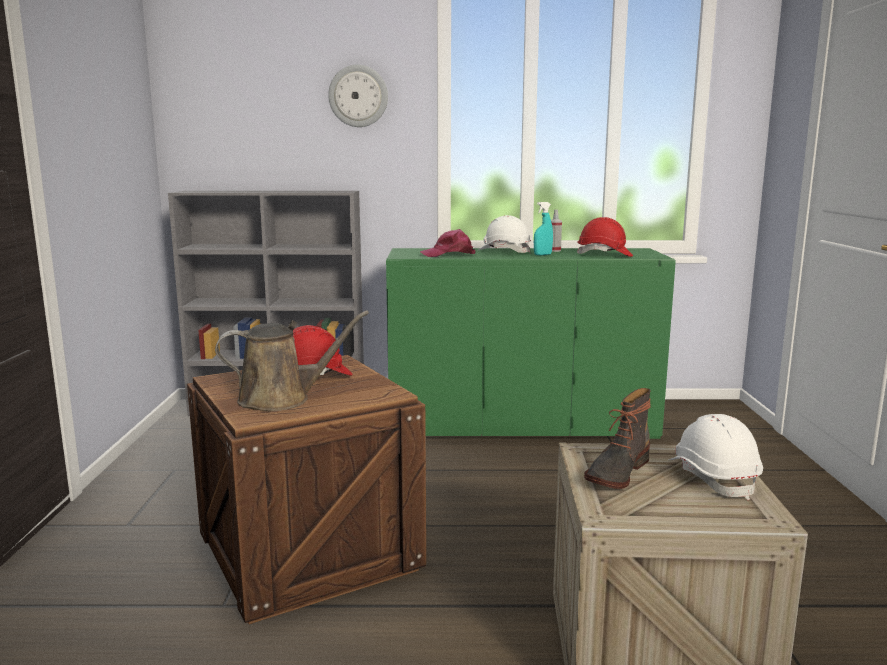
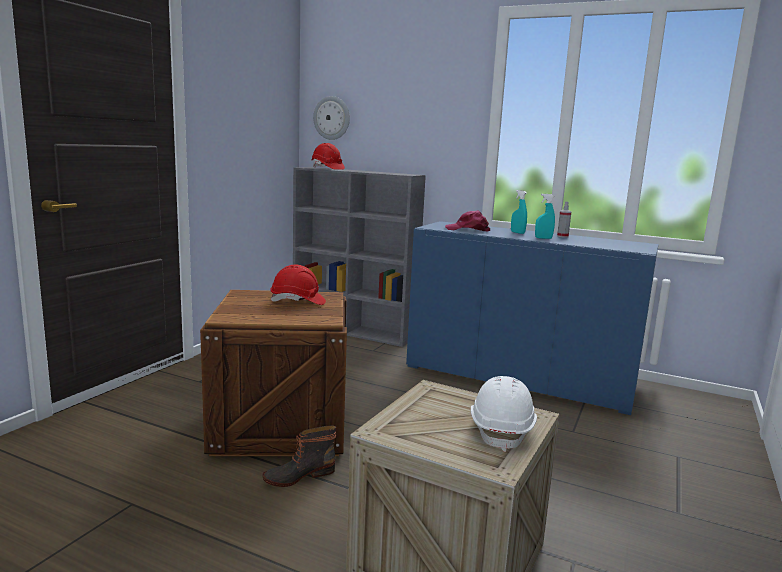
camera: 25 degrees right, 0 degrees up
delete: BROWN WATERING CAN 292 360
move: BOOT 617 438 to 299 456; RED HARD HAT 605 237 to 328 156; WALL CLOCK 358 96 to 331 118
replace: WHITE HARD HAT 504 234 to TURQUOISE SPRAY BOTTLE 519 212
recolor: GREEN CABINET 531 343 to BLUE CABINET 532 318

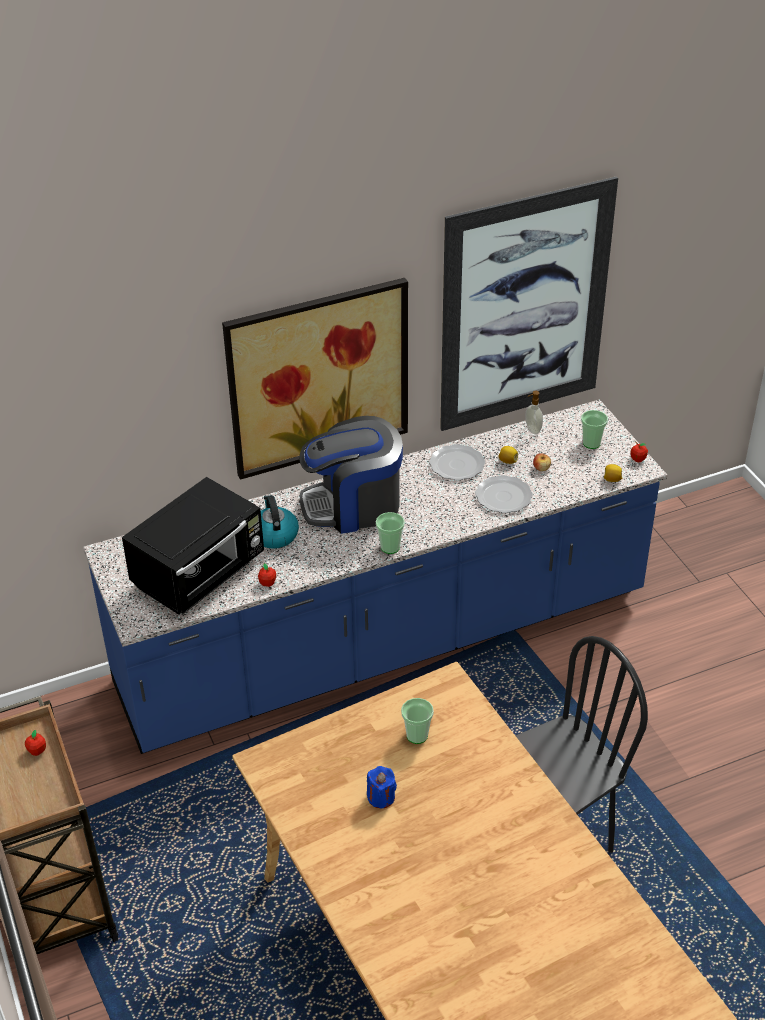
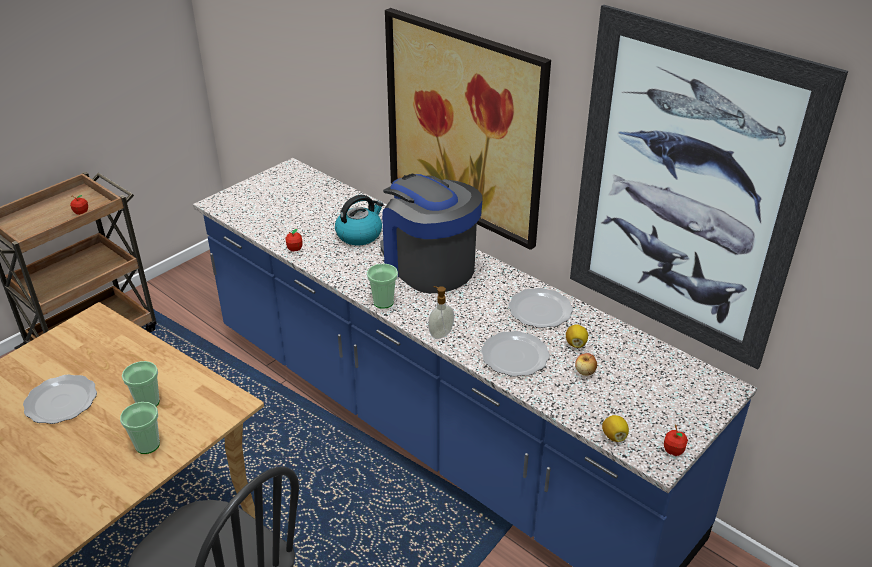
camera: 65 degrees right, 5 degrees down
delete: BLACK MICROWAVE 193 546
move: CUP 594 429 to 140 428; SOAP DISPENSER 534 412 to 441 312
replace: BLUE CANDLE 382 787 to PLATE 60 399

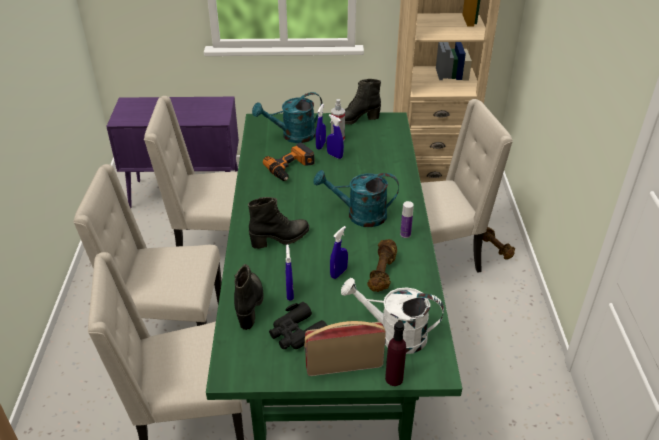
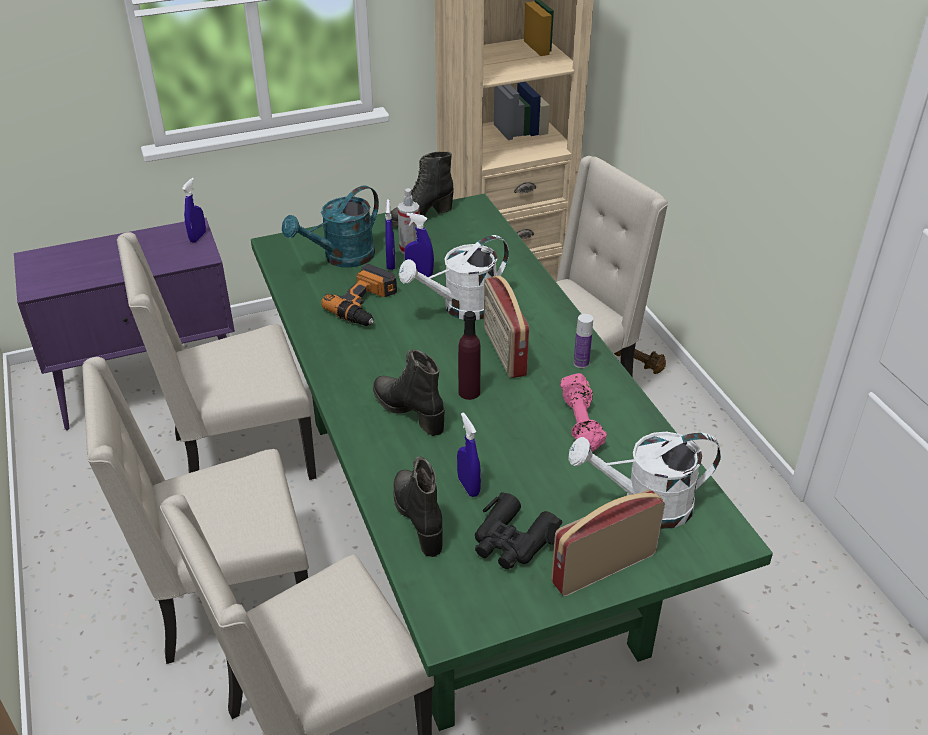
camera: 20 degrees left, 0 degrees up
insert: WHITE WATERING CAN 454 277
move: BLUE SPRAY BOTTLE 339 252 to 194 210; PURPLE BOTTLE 395 354 to 469 355
replace: TURQUOISE WATERING CAN 356 198 to RADIO 506 326
recolor: BROWN DUMBBELL 382 265 to PINK DUMBBELL 584 412
rotate: BLACK BOOT 278 223 = 408 392 90 degrees counterclockwise

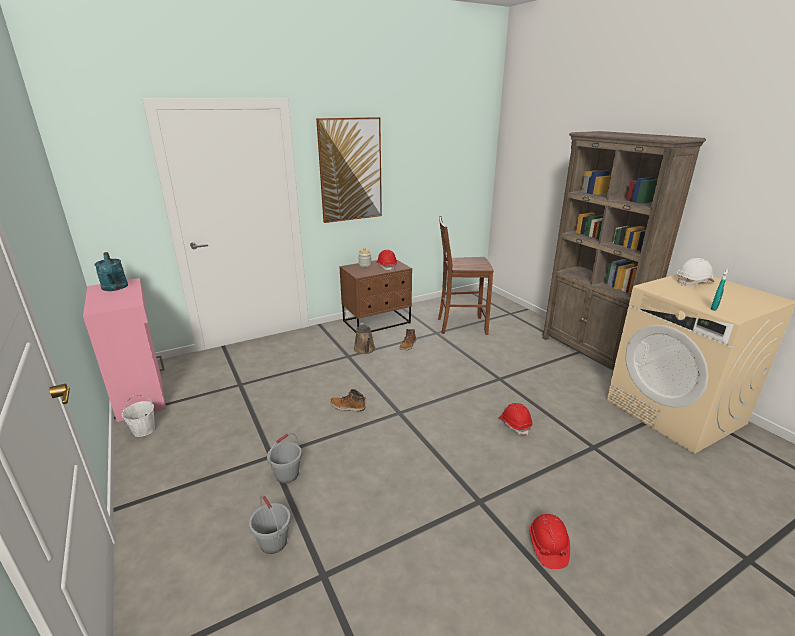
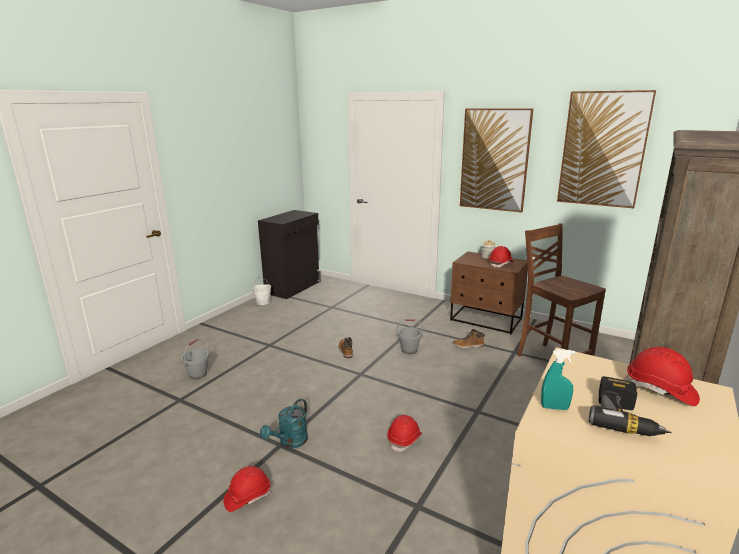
camera: 60 degrees right, 5 degrees down
delete: BROWN WATERING CAN 364 338
insert: PICTURE 606 149; POWER DRILL 630 406
move: TURQUOISE WATERING CAN 111 271 to 284 423; GREY BUCKET 284 458 to 410 336
recolor: PINK CABINET 124 350 to BLACK CABINET 289 254; WHITE HARD HAT 695 271 to RED HARD HAT 662 376

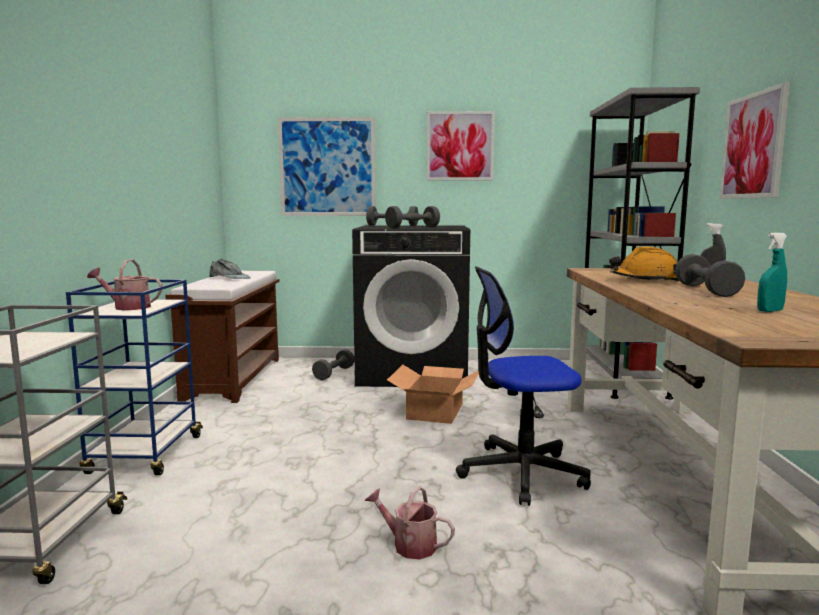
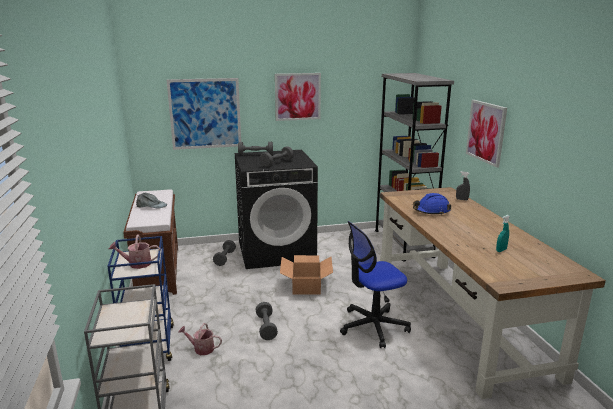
camera: 15 degrees left, 10 degrees up
move: WATERING CAN 410 522 to 200 339; GREY DUMBBELL 710 275 to 267 321
recolor: ORANGE HARD HAT 643 264 to BLUE HARD HAT 432 204

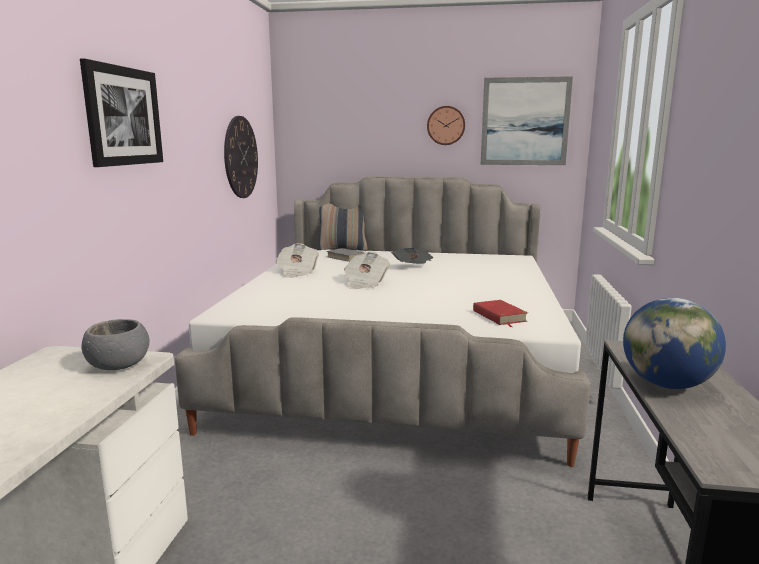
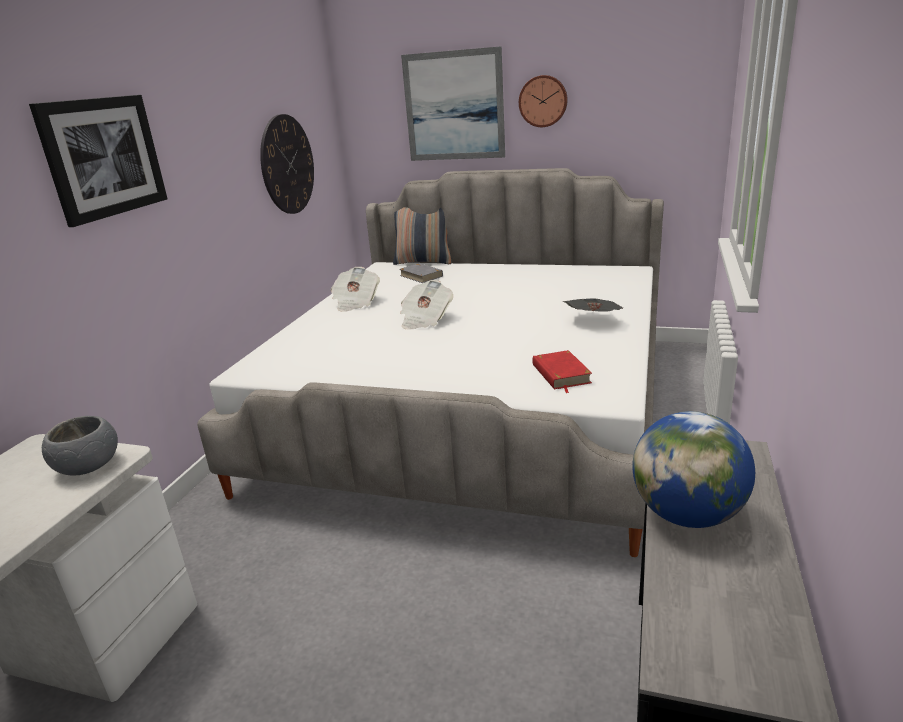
camera: 10 degrees right, 10 degrees up
move: PICTURE 527 120 to 453 103; NEWSPAPER 412 256 to 593 305

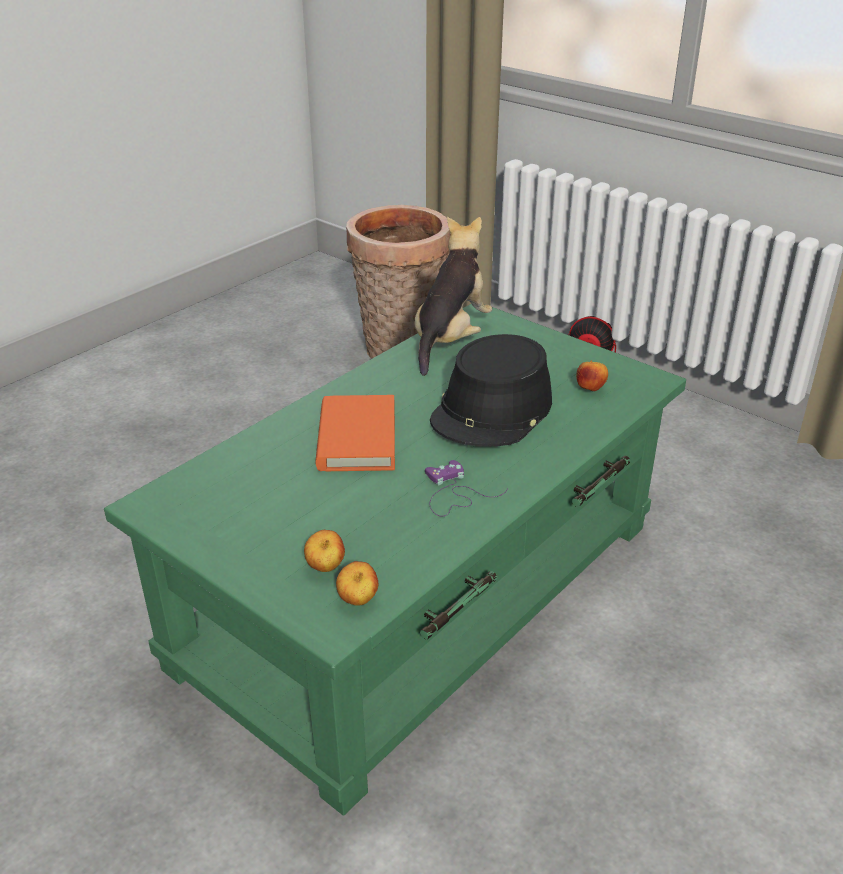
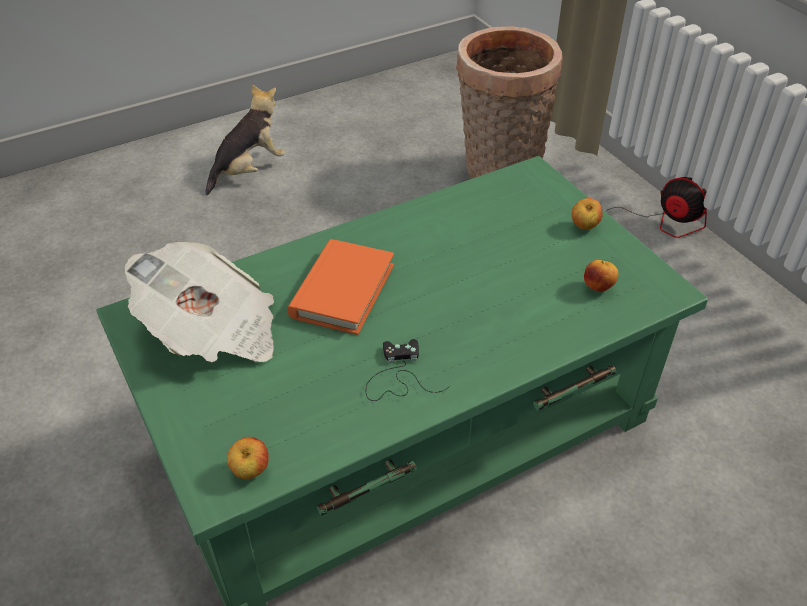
camera: 20 degrees right, 10 degrees up
delete: BLACK HAT 491 390
insert: NEWSPAPER 199 302
move: PLUSH TOY 453 296 to 245 139; APPLE 324 551 to 587 214
recolor: PURPLE GAME CONTROLLER 466 488 to BLACK GAME CONTROLLER 408 370

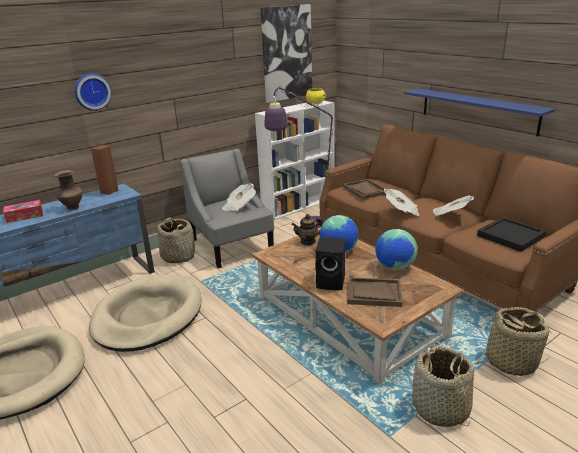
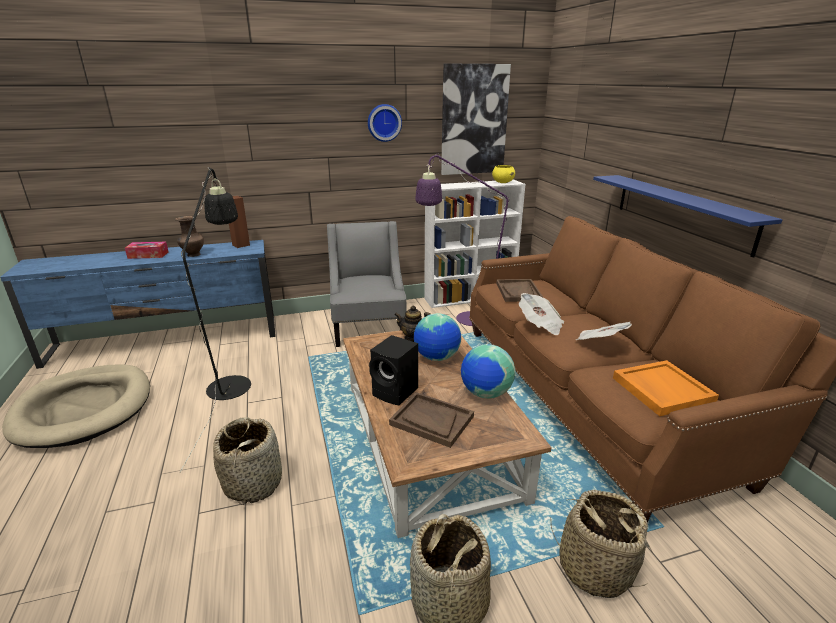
camera: 20 degrees right, 0 degrees up
delete: NEWSPAPER 239 197
move: BASKET 176 240 to 247 461; WALL CLOCK 92 92 to 385 123
replace: BEIGE DOG BED 145 313 to BLACK FLOOR LAMP 215 320
recolor: BLACK TRAY 512 234 to ORANGE TRAY 666 388

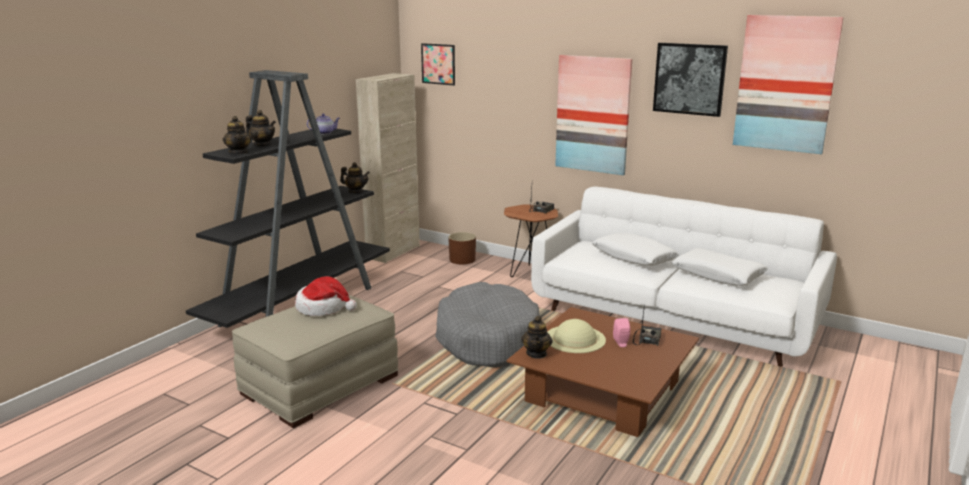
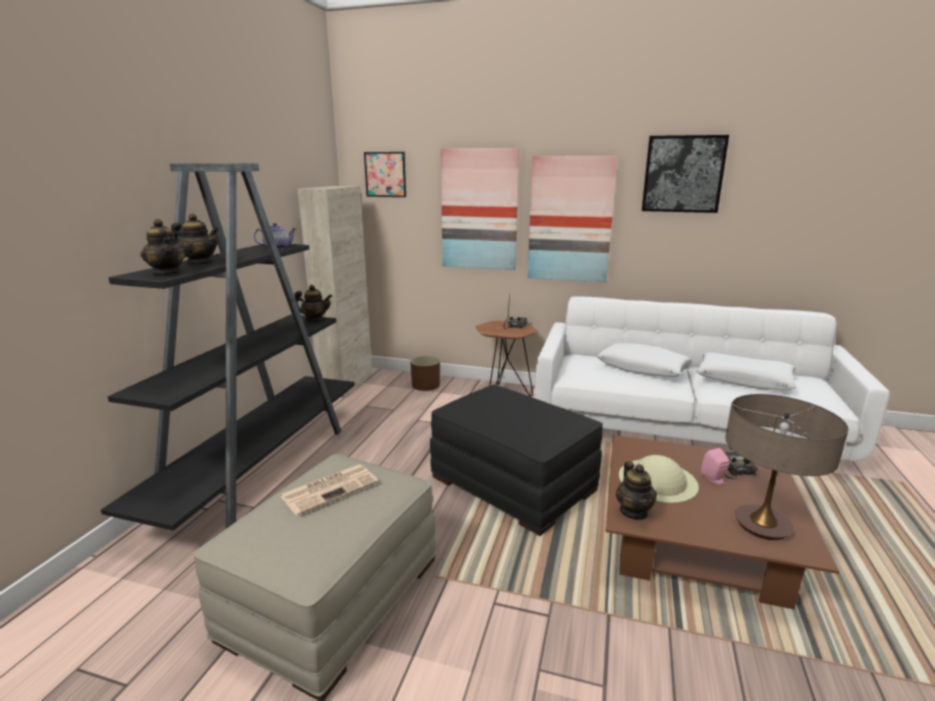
camera: 15 degrees left, 0 degrees up
insert: TABLE LAMP 786 467
move: PICTURE 788 84 to 480 209
replace: HAT 326 296 to NEWSPAPER 328 490; GREY DOG BED 487 325 to BLACK OTTOMAN 516 460

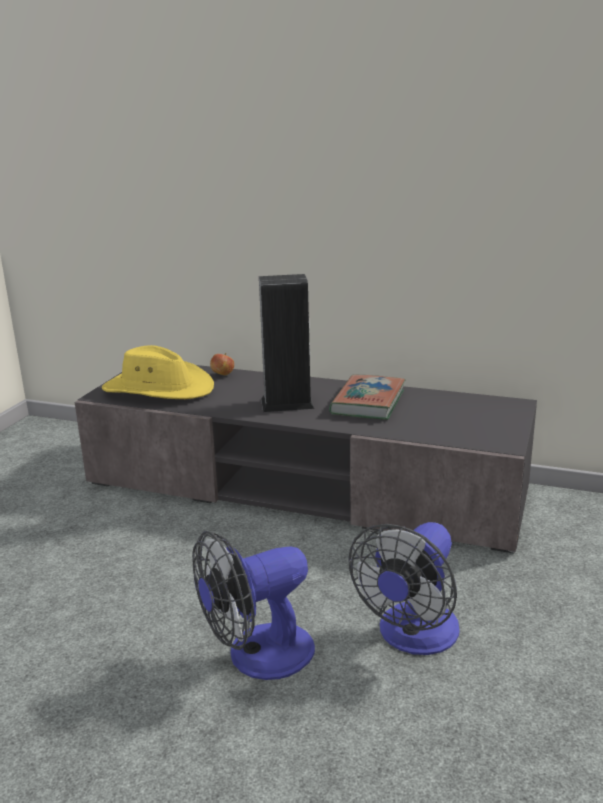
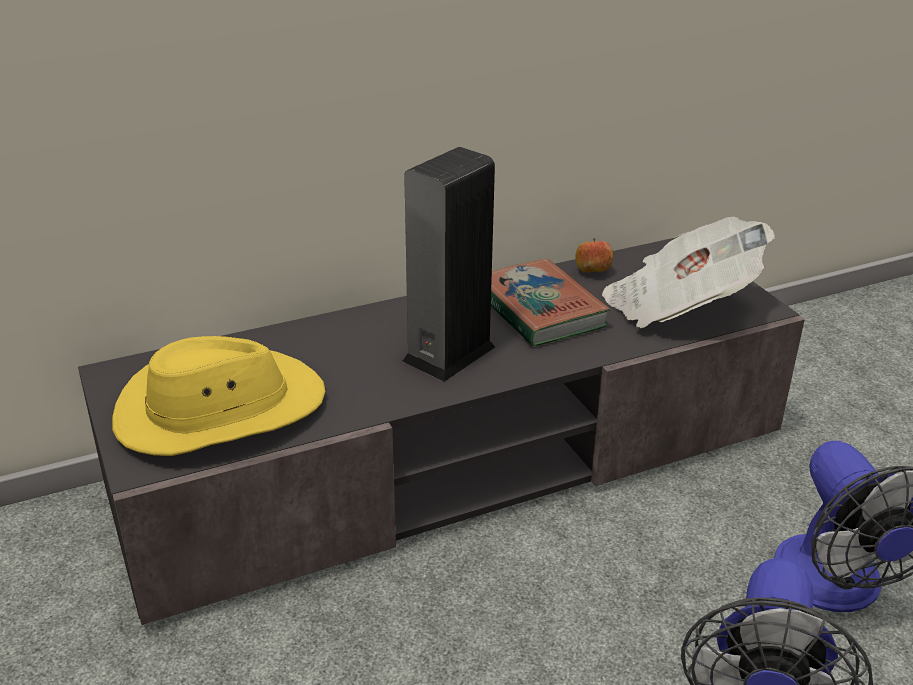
camera: 45 degrees left, 10 degrees up
insert: NEWSPAPER 688 272
move: APPLE 222 364 to 594 255

